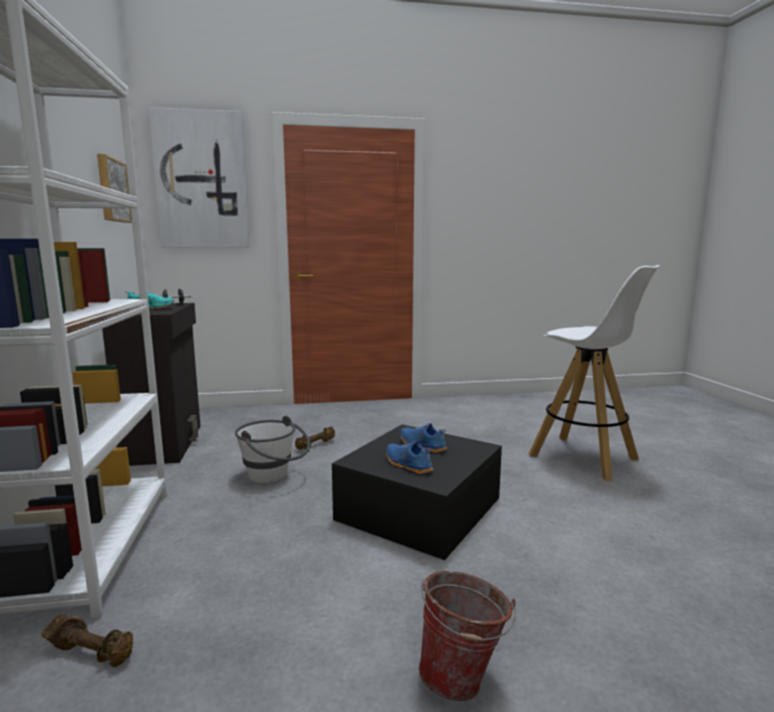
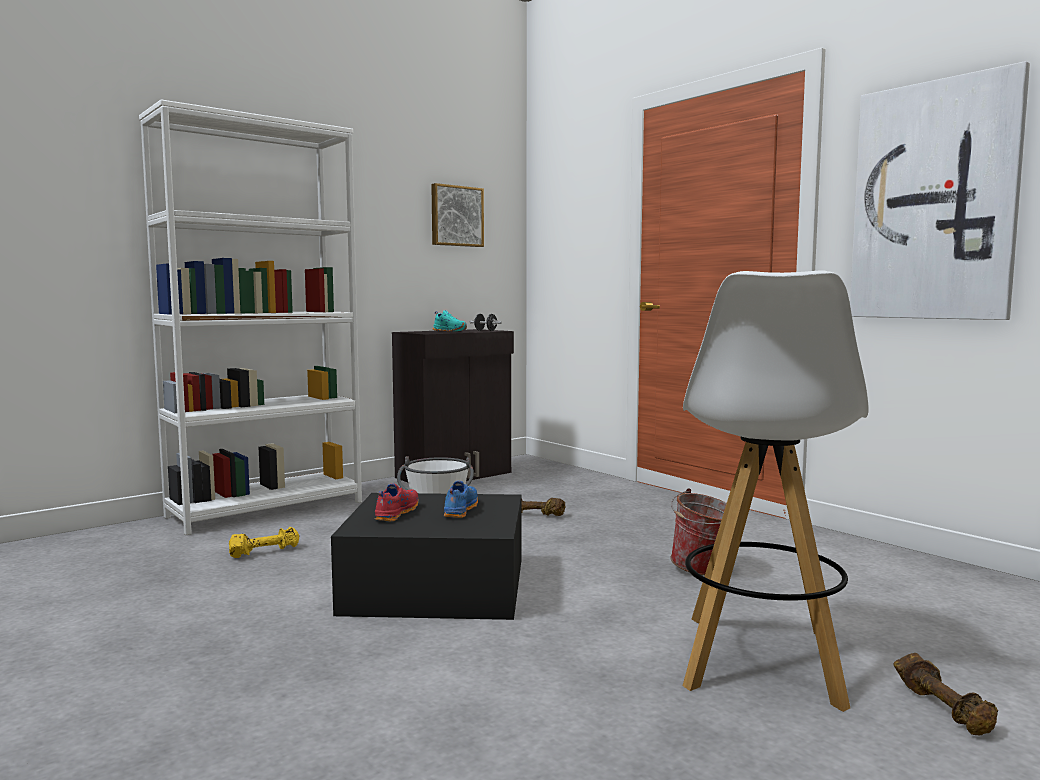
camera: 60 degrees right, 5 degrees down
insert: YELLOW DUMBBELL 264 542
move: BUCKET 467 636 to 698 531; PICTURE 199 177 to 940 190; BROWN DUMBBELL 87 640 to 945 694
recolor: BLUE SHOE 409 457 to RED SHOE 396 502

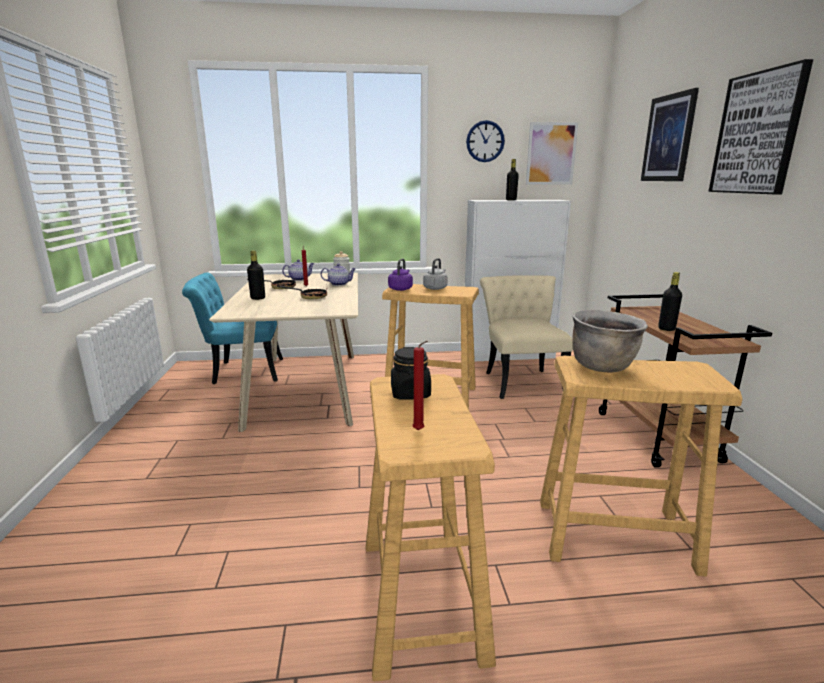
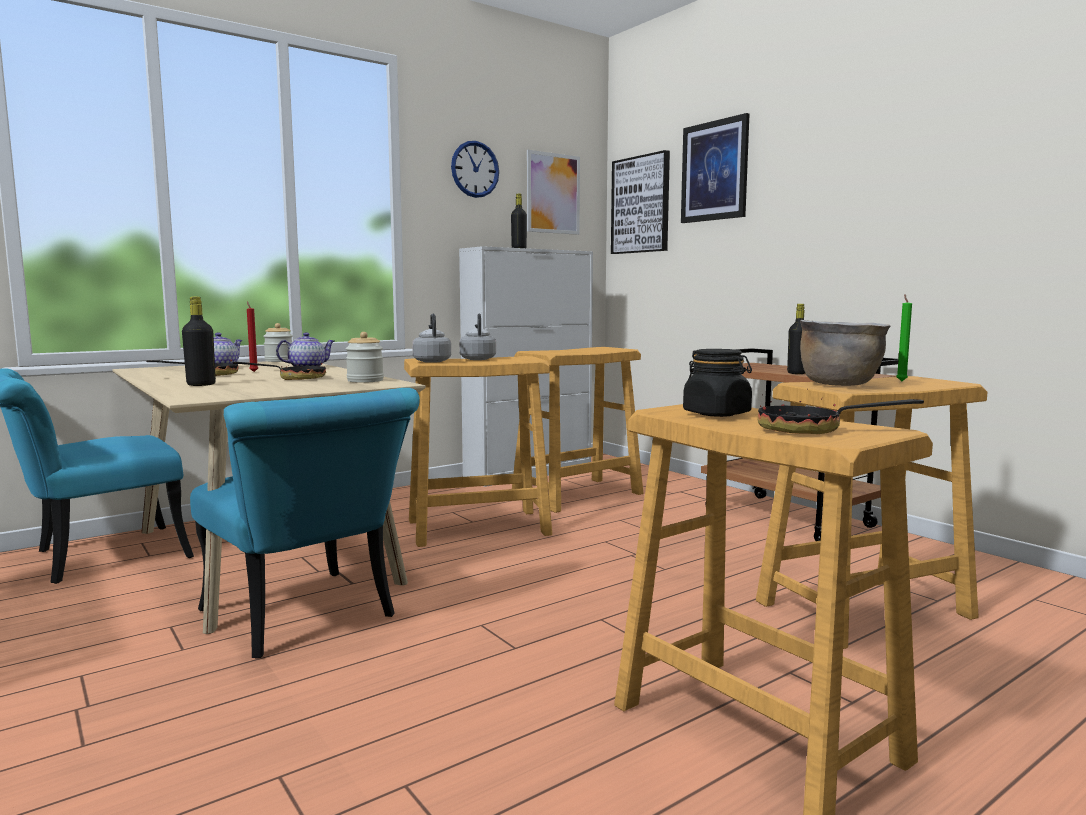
camera: 30 degrees left, 10 degrees down
insert: TURQUOISE CHAIR 304 523; JAR 365 357; GREEN CANDLE 904 338
move: PICTURE 760 126 to 640 202
replace: BEIGE CHAIR 526 337 to BEIGE STOOL 577 430; RED CANDLE 420 386 to FRYING PAN 840 411
recolor: PURPLE KETTLE 400 275 to GREY KETTLE 431 338

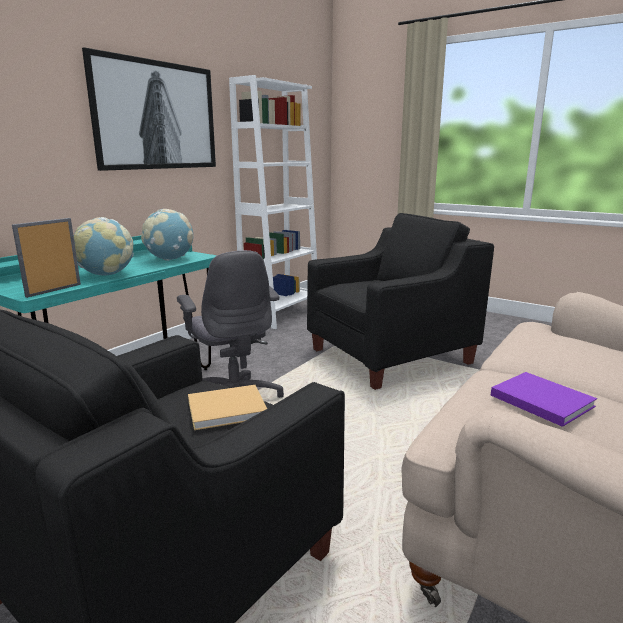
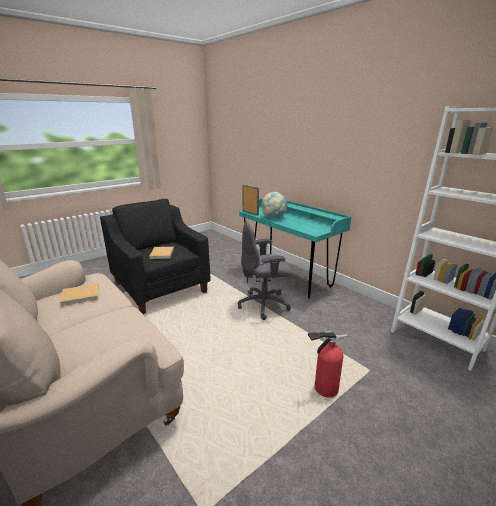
camera: 105 degrees right, 5 degrees up
delete: PICTURE 149 109; GLOBE 167 235
replace: BLACK ARMCHAIR 400 301 to FIRE EXTINGUISHER 327 364
recolor: PURPLE BOOK 544 399 to BEIGE BOOK 79 295

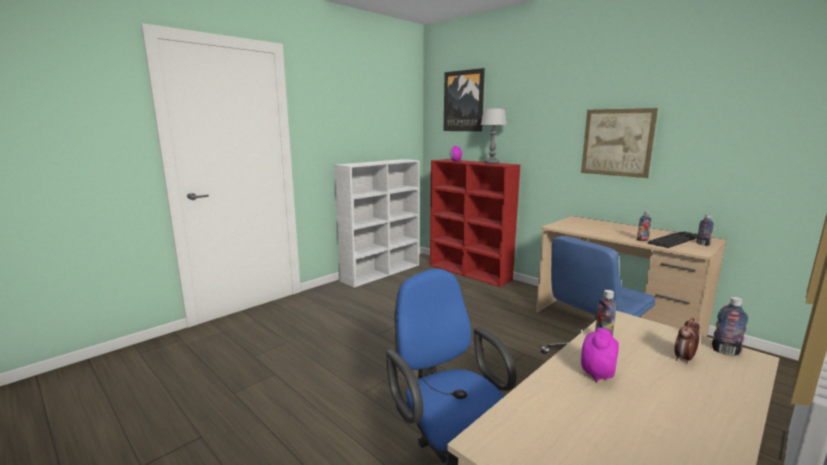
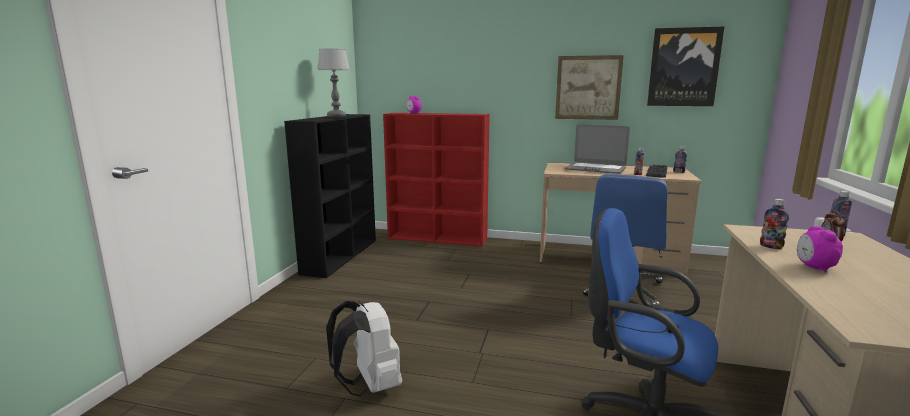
camera: 30 degrees left, 0 degrees up
insert: WHITE BACKPACK 364 348; LAPTOP 597 149
move: TABLE LAMP 494 136 to 333 83; PICTURE 464 100 to 685 66
recolor: WHITE BOOKCASE 377 223 to BLACK BOOKCASE 330 196

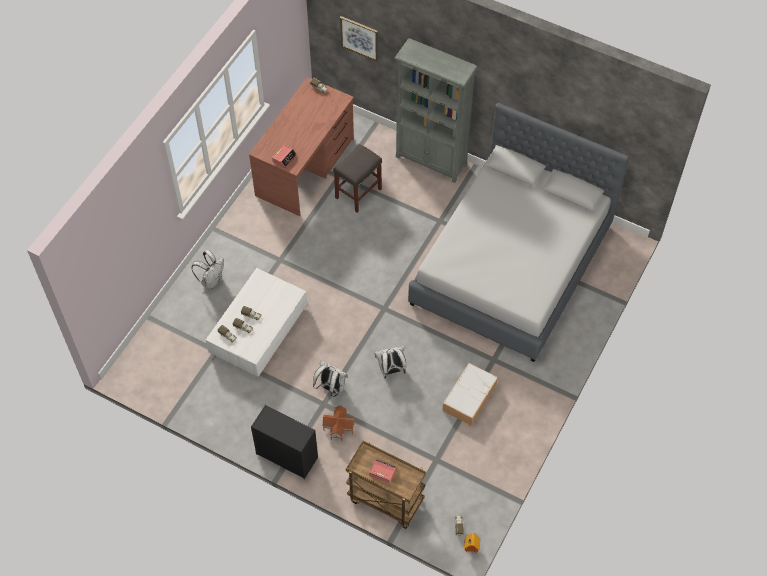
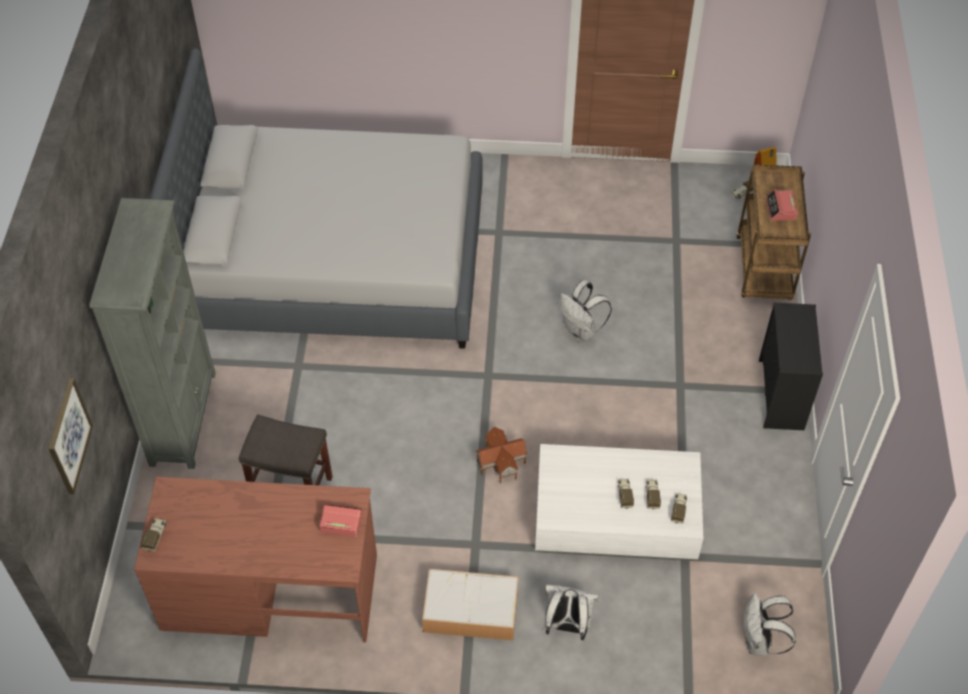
camera: 115 degrees left, 5 degrees down
move: STORAGE BOX 470 394 to 470 604; TOY HOUSE 338 423 to 501 455; WHITE BACKPACK 330 379 to 769 624

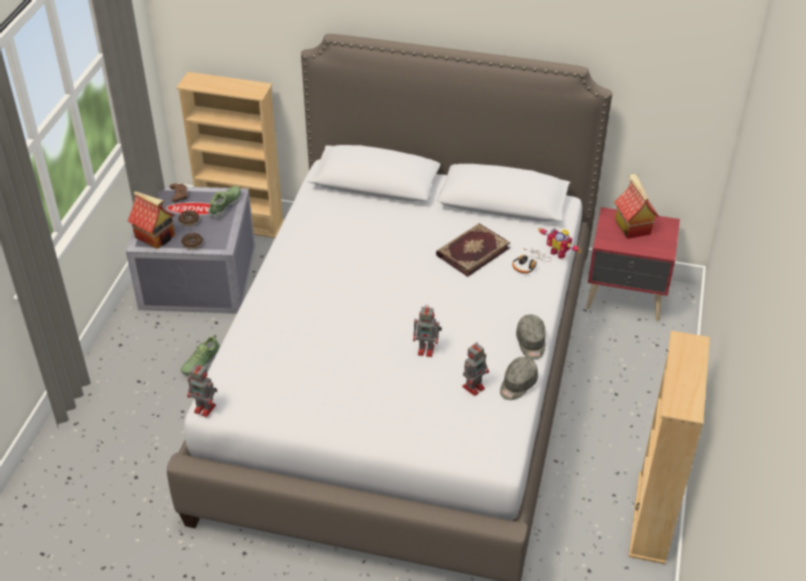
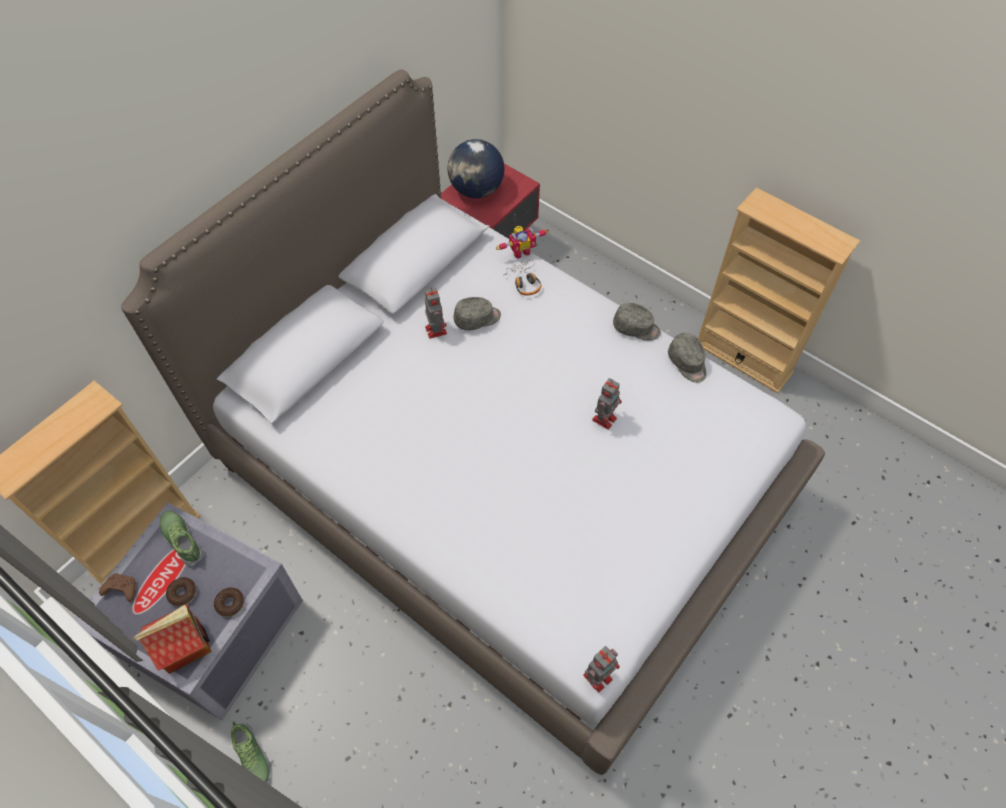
camera: 65 degrees left, 15 degrees up
move: SHOE 200 355 to 251 752; TOY ROBOT 475 369 to 436 313
replace: TOY HOUSE 636 206 to GLOBE 476 168; BOOK 473 250 to GREY CAP 477 314

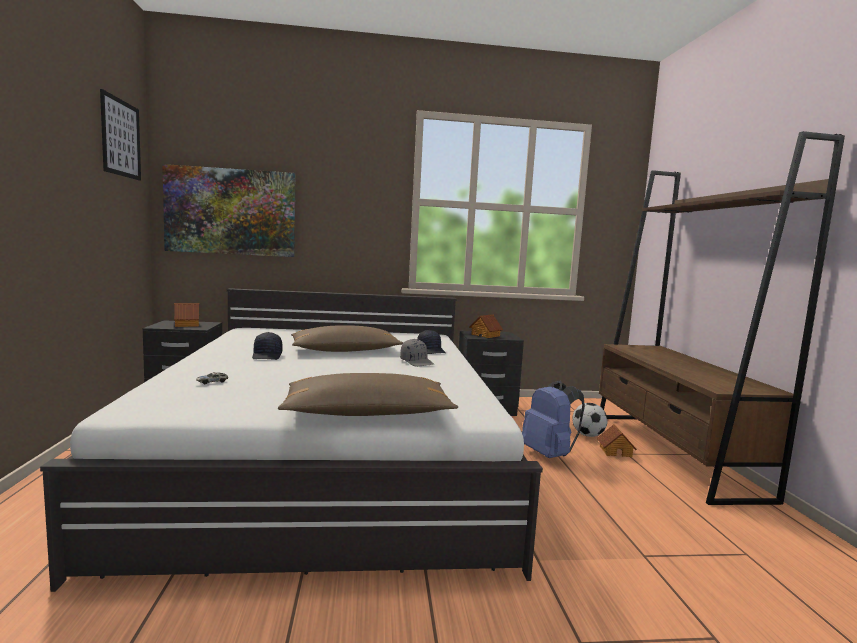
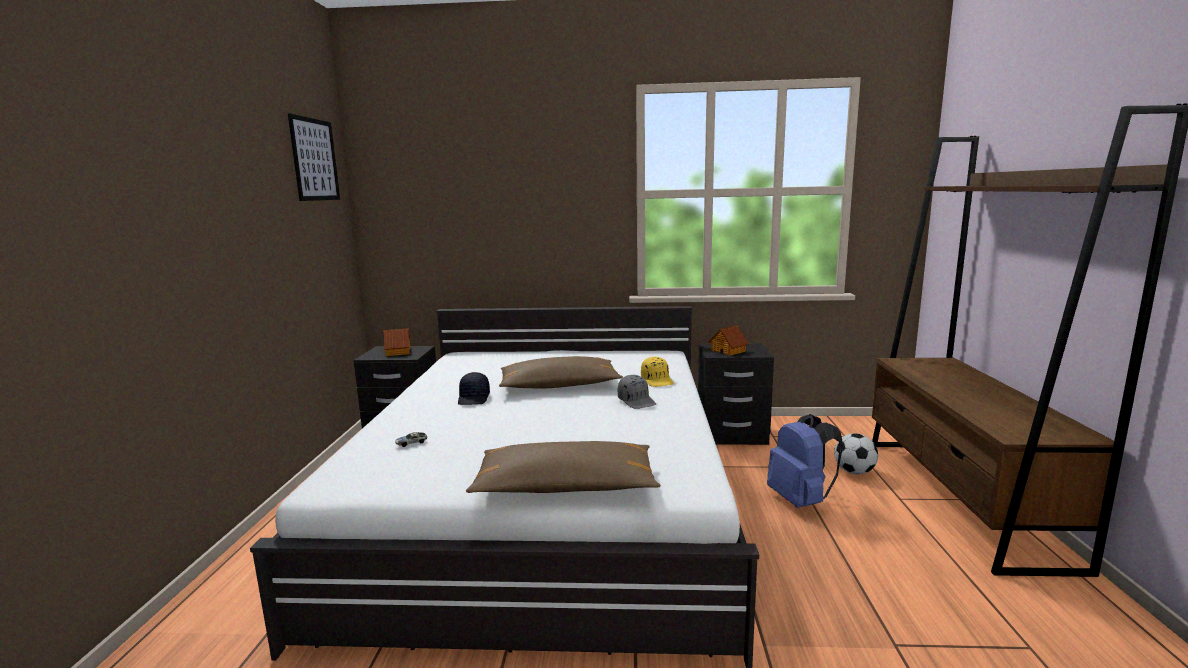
camera: 10 degrees right, 5 degrees up
delete: PICTURE 228 210; TOY HOUSE 617 440
recolor: BLACK CAP 431 342 to YELLOW CAP 657 372

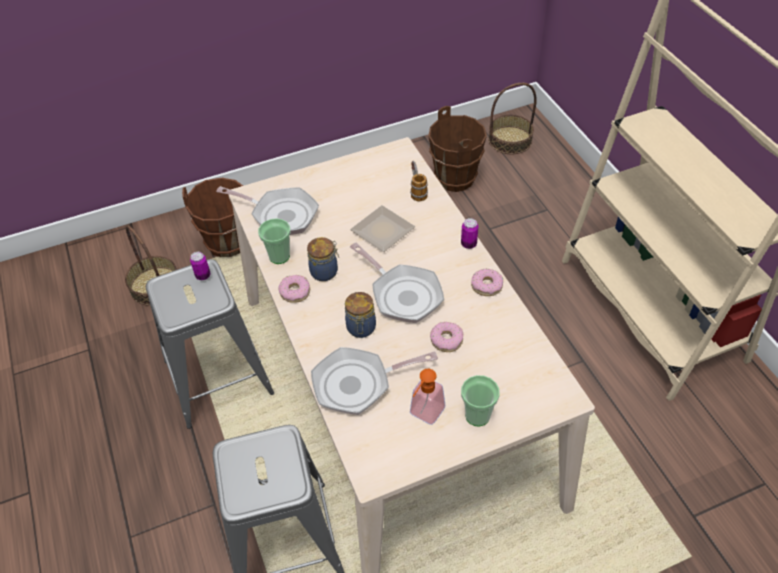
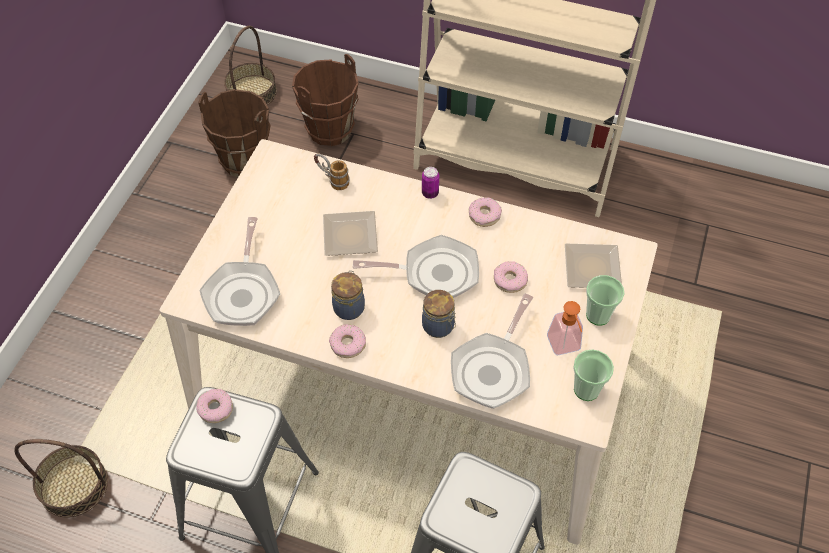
camera: 50 degrees left, 5 degrees up
insert: PLATE 593 265
move: BROWN BUCKET 212 217 to 325 100; CUP 274 241 to 593 375
replace: CAN 200 266 to DONUT 214 406
rotate: FRYING PAN 267 210 = 239 271 120 degrees clockwise

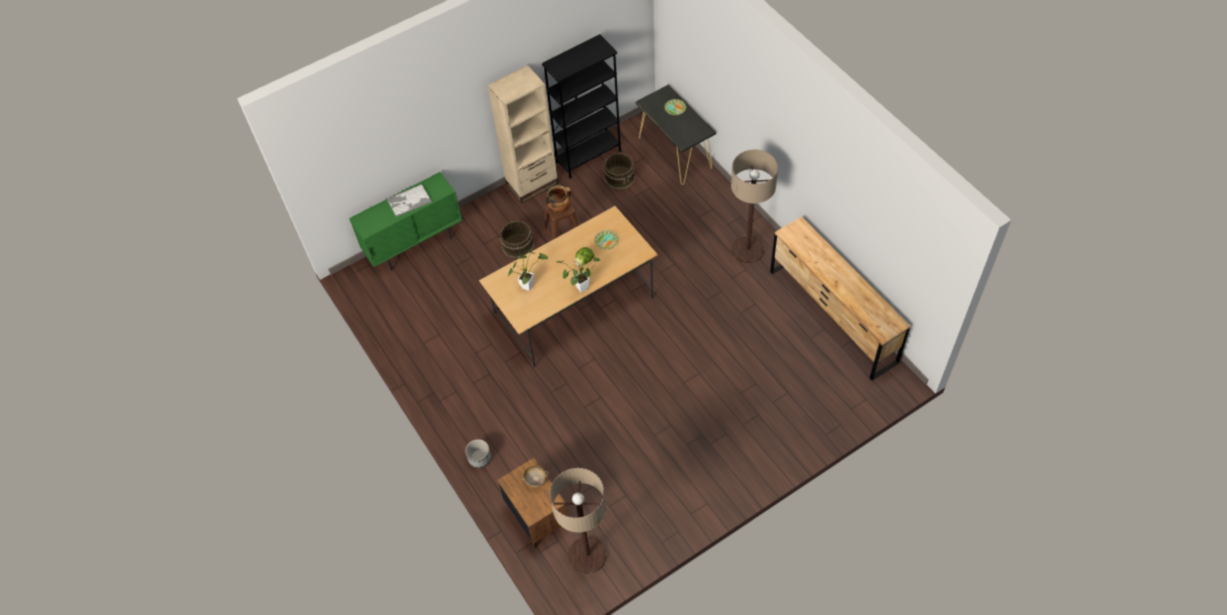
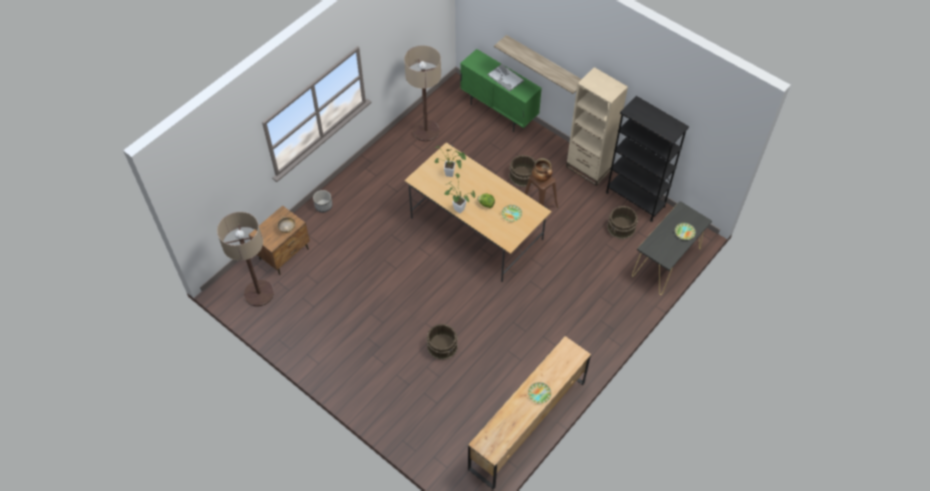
camera: 70 degrees right, 0 degrees up
insert: BROWN BUCKET 442 342; SHELF 537 64; PLATE 539 393
move: FLOOR LAMP 754 206 to 422 93

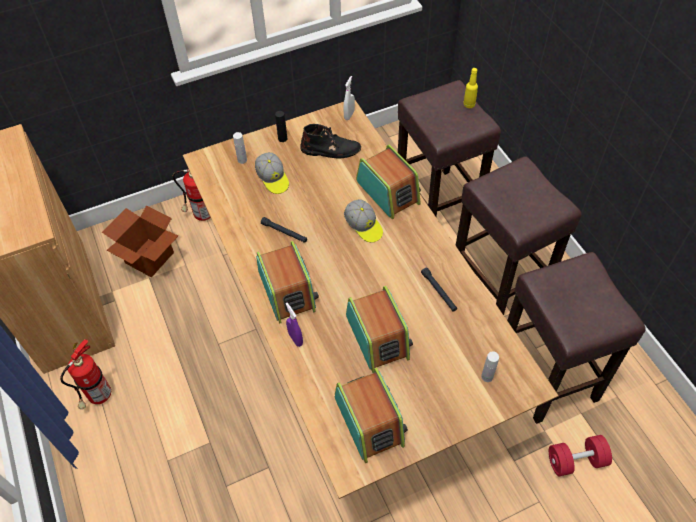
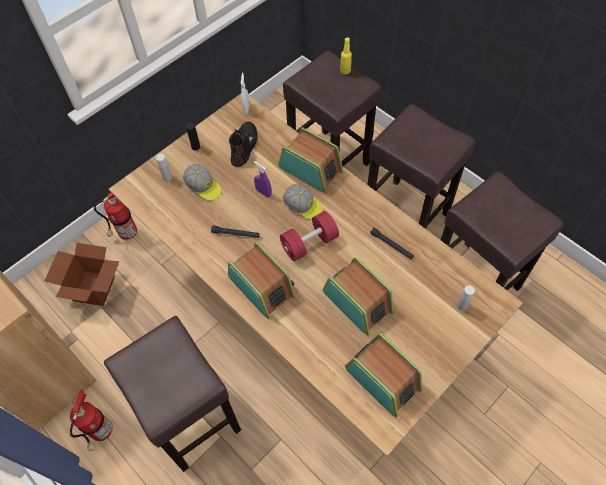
camera: 20 degrees left, 5 degrees up
insert: BROWN STOOL 172 394
move: PURPLE SPRAY BOTTLE 294 325 to 263 179; RED DUMBBELL 580 455 to 309 236
rotate: BLACK BOOT 330 141 = 243 144 60 degrees counterclockwise

